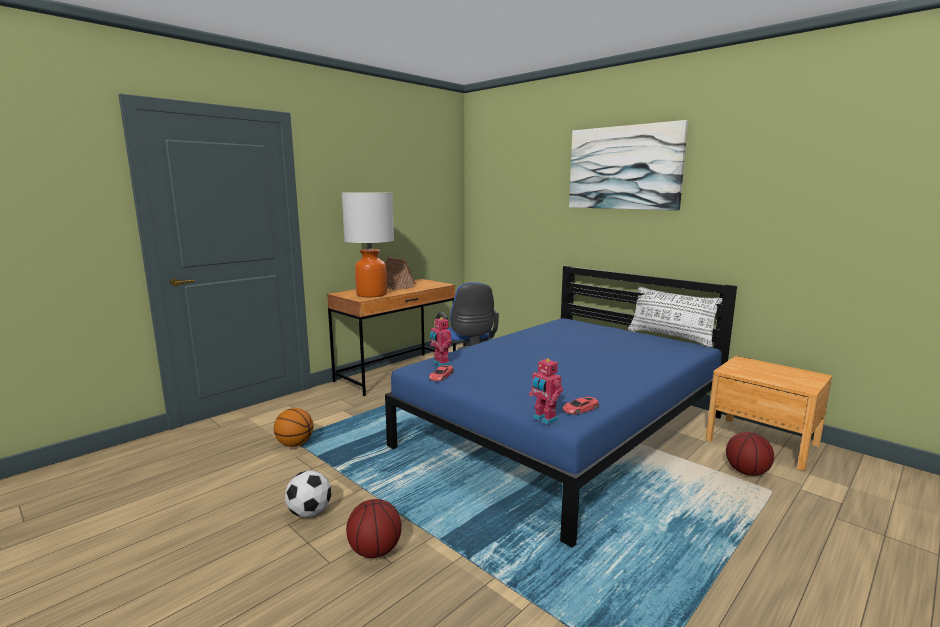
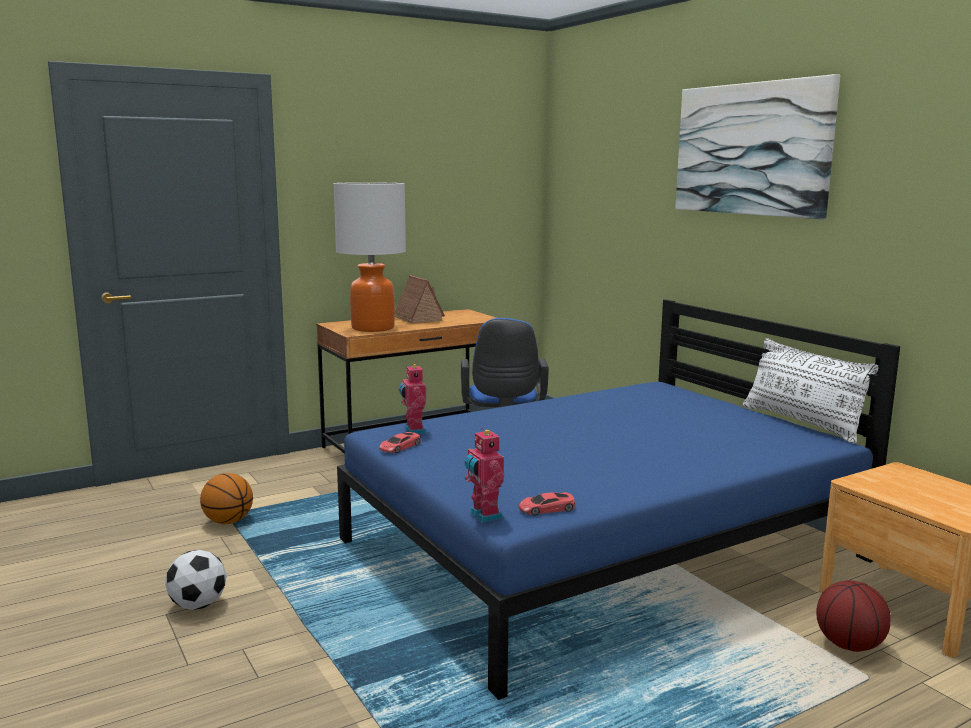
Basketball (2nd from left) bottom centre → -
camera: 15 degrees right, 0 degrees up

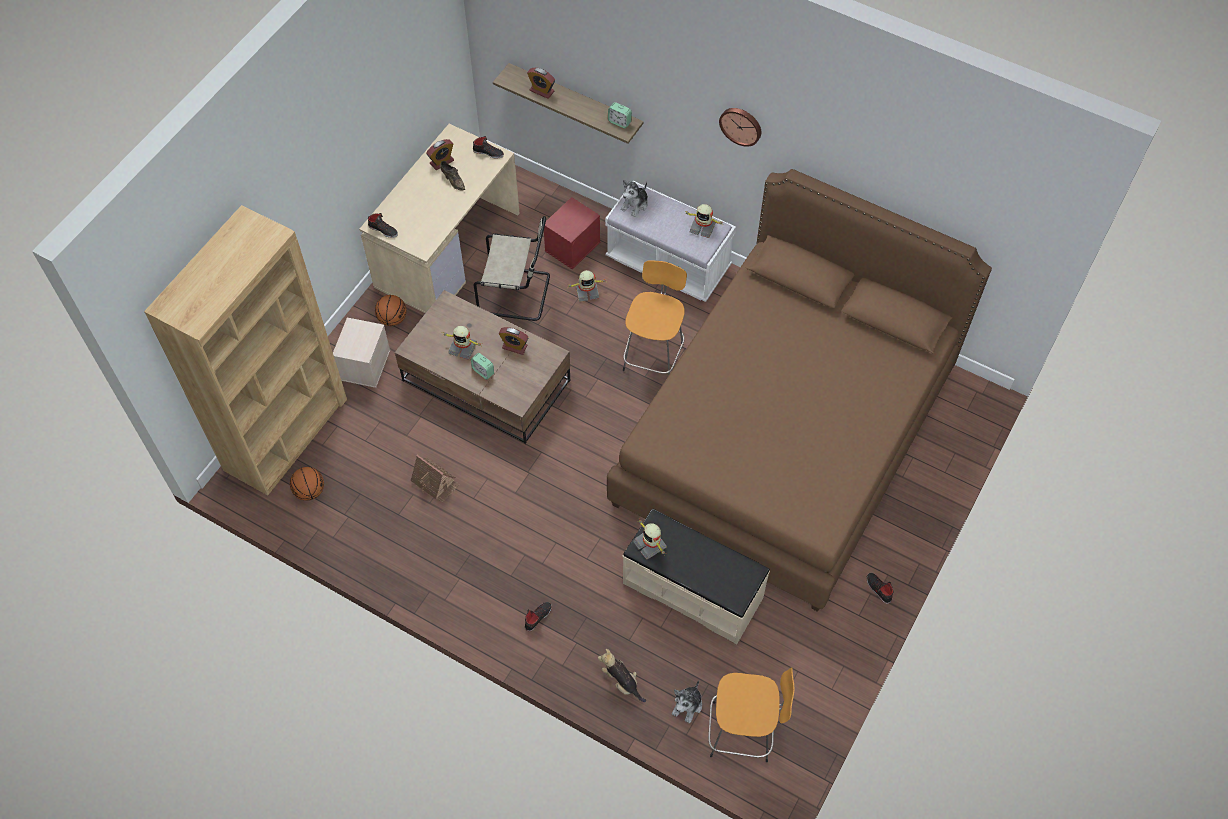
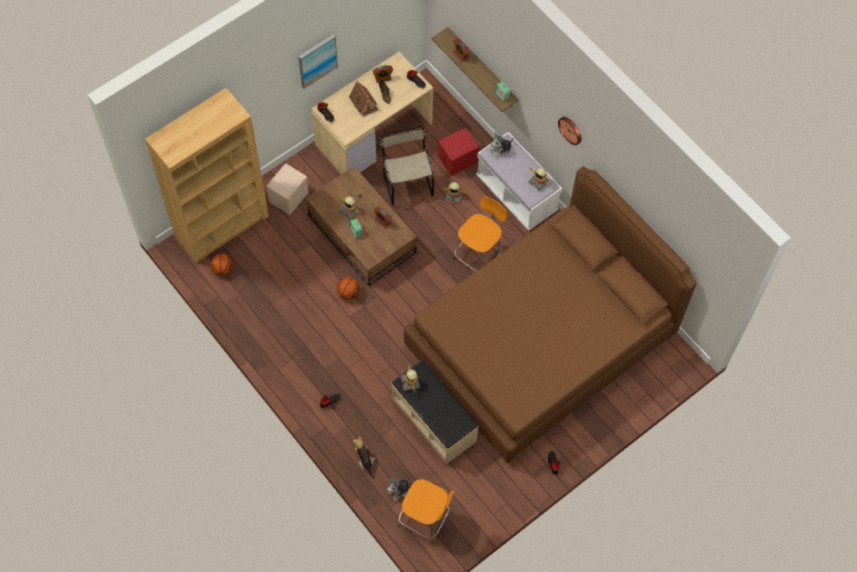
- → Bild top centre
Basketball (2nd from left) middle left → Basketball (2nd from left) centre, moved
Spielzeughaus centre → Spielzeughaus top centre, moved
Stuhl (beige) top centre, 135 degrees counterclockwise
camera: 20 degrees right, 5 degrees up

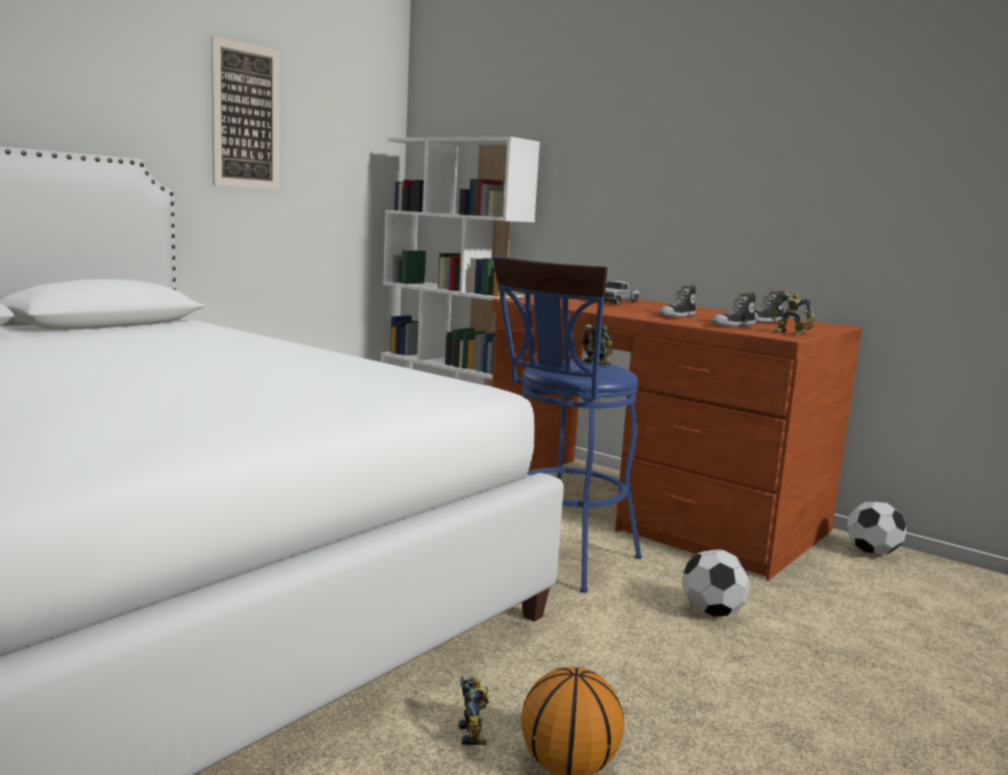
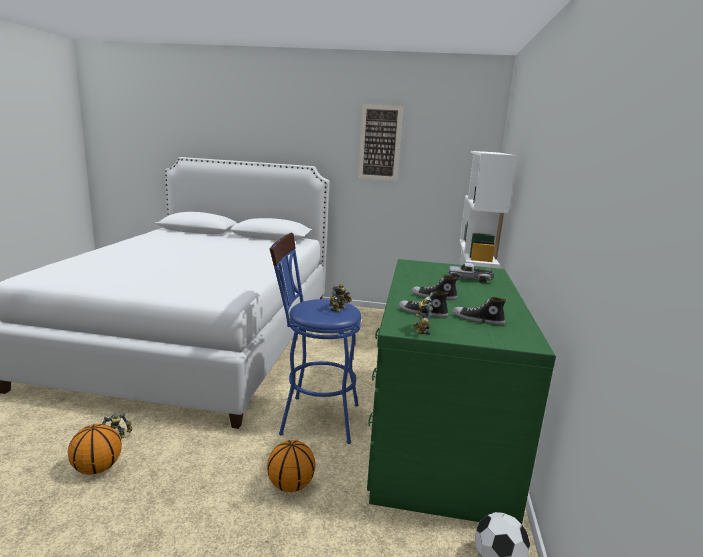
Fußball (1st from left) bottom right → Basketball (2nd from left) bottom centre
Schreibtisch (braun) middle right → Schreibtisch (grün) bottom centre
camera: 60 degrees right, 5 degrees up

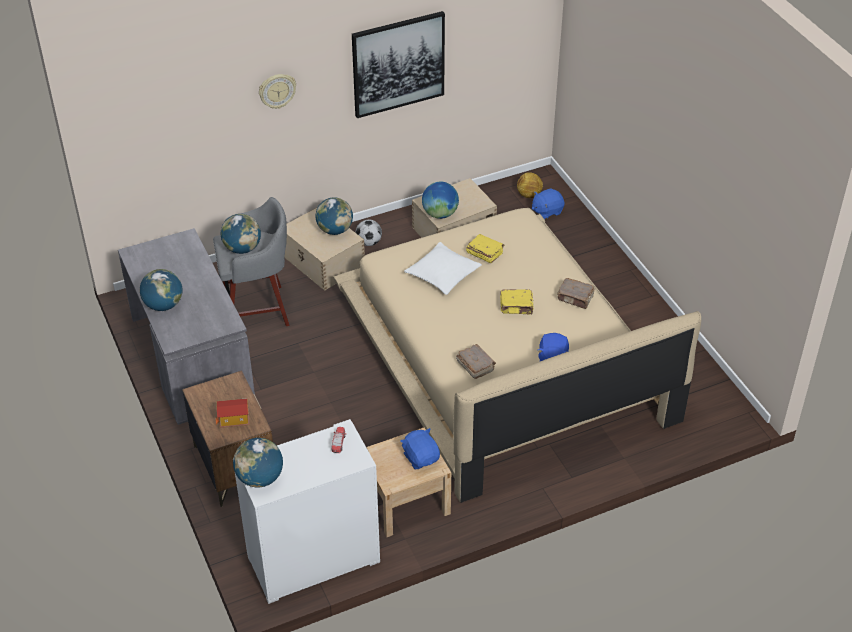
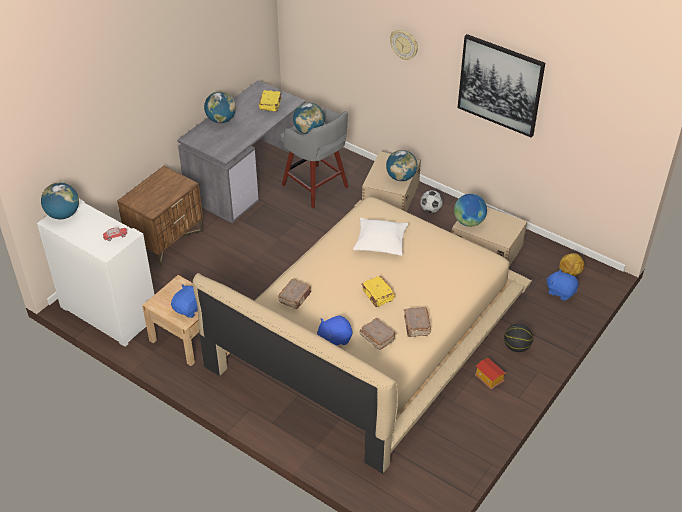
- → Buch (braun) (2nd from left) centre
- → Basketball middle right
Spielzeughaus middle left → Spielzeughaus bottom right, moved
Buch (gelb) (1st from left) centre → Buch (gelb) (1st from left) top centre, moved
camera: 60 degrees right, 0 degrees up

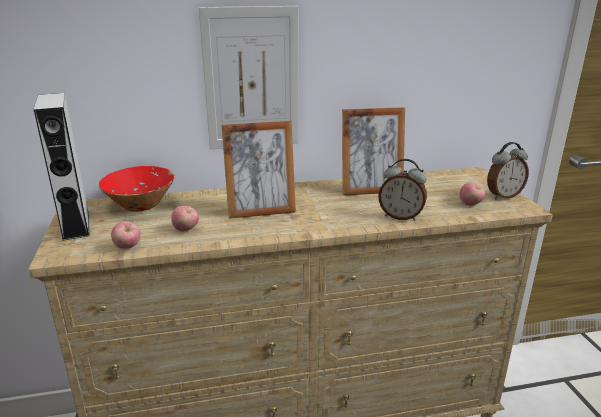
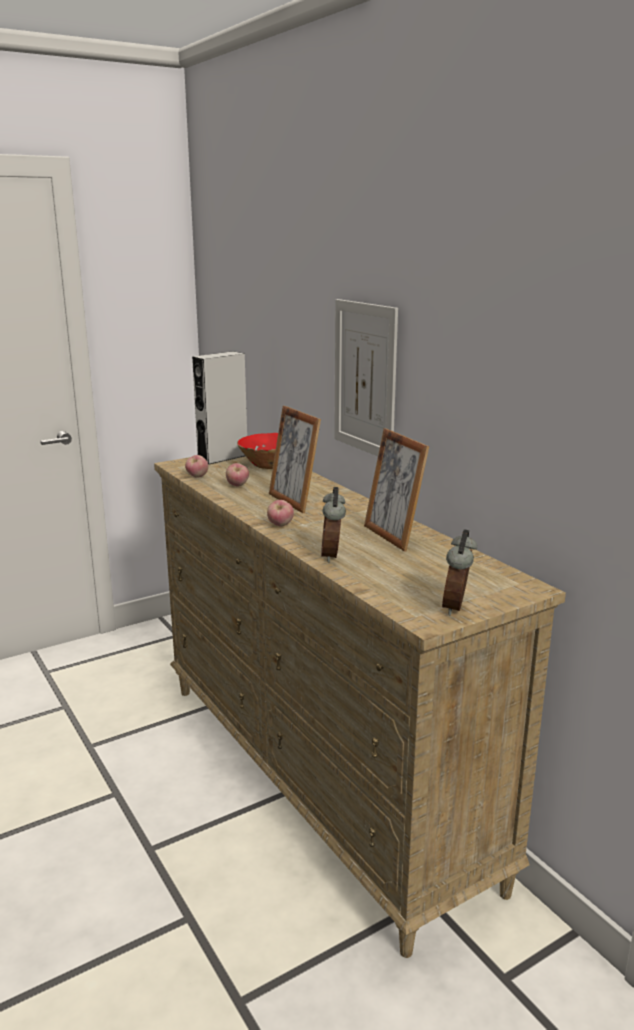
Apfel (3rd from left) middle right → Apfel (3rd from left) centre, moved
Wecker (2nd from left) middle right, 60 degrees clockwise
camera: 70 degrees right, 5 degrees down

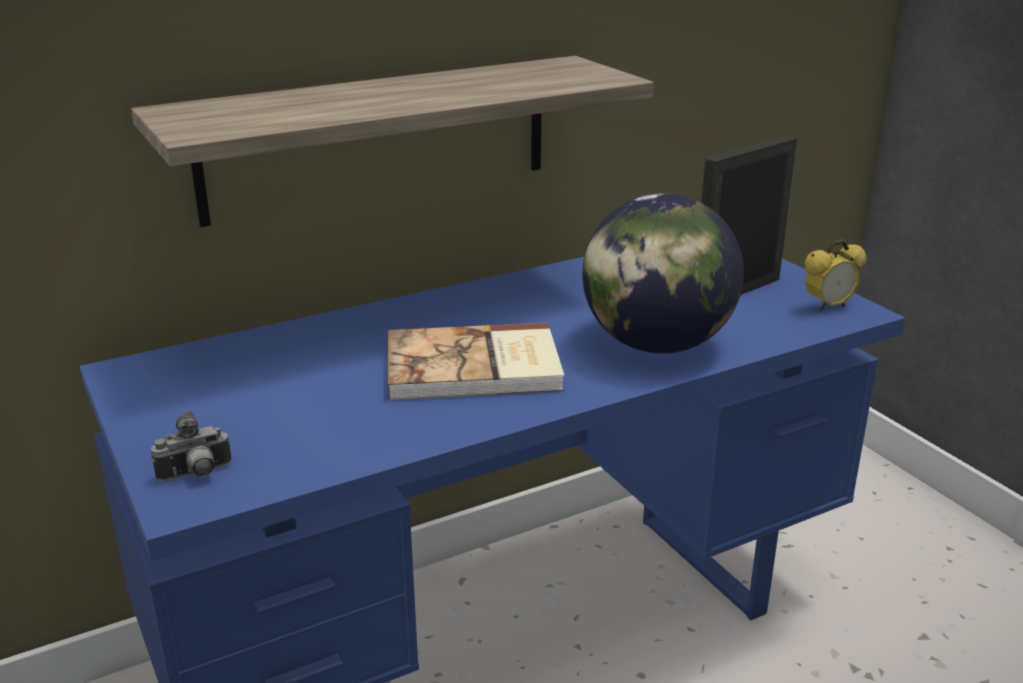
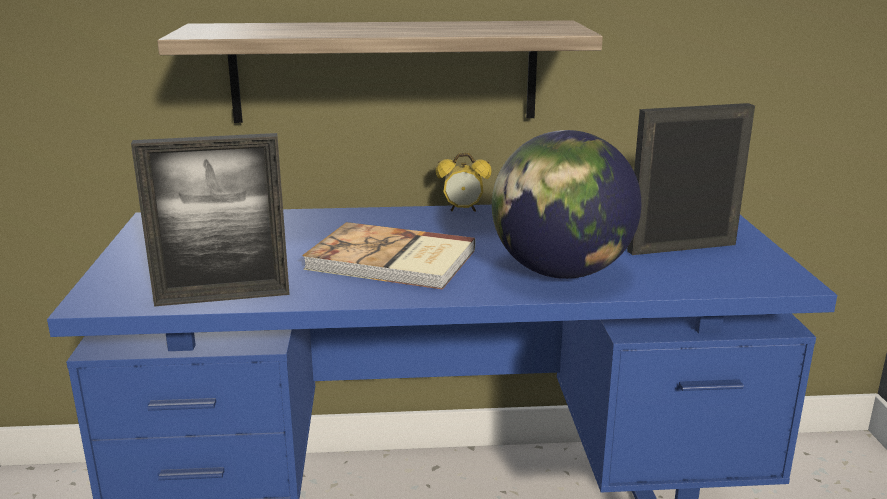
Kamera middle left → -
- → Bilderrahmen (1st from left) middle left
Wecker middle right → Wecker centre, moved
camera: 25 degrees right, 5 degrees down

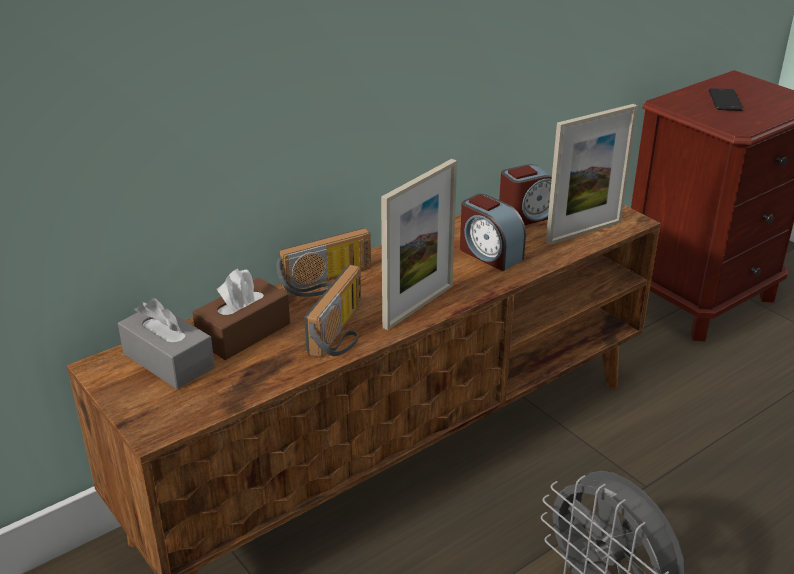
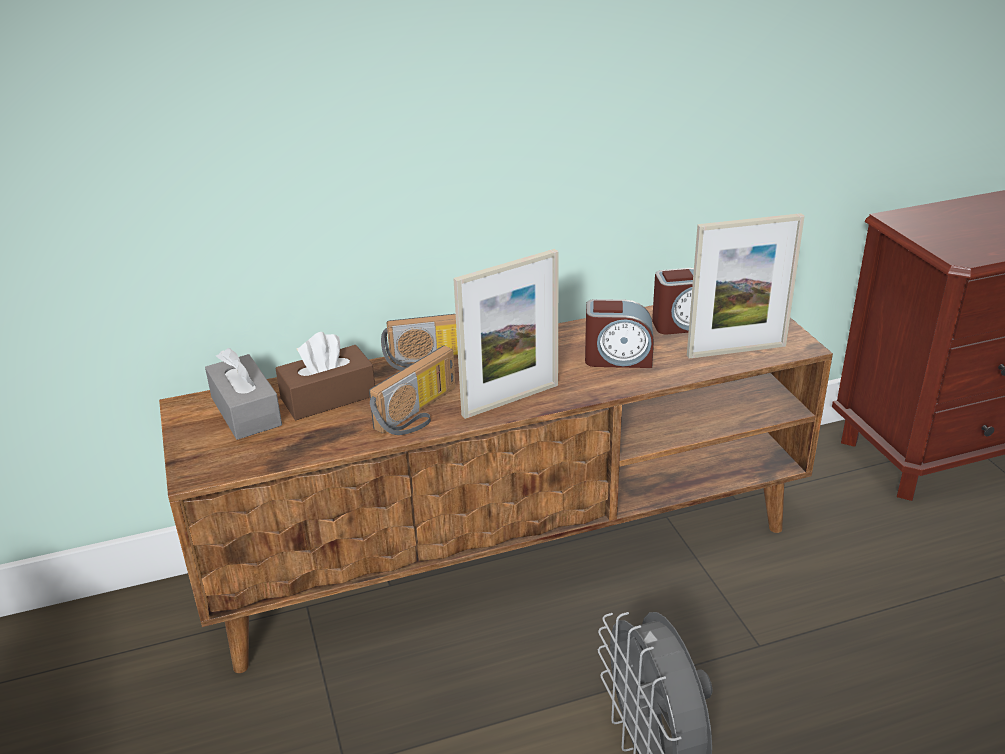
Handy top right → -
Wecker (1st from left) centre, 60 degrees counterclockwise
camera: 20 degrees right, 0 degrees up

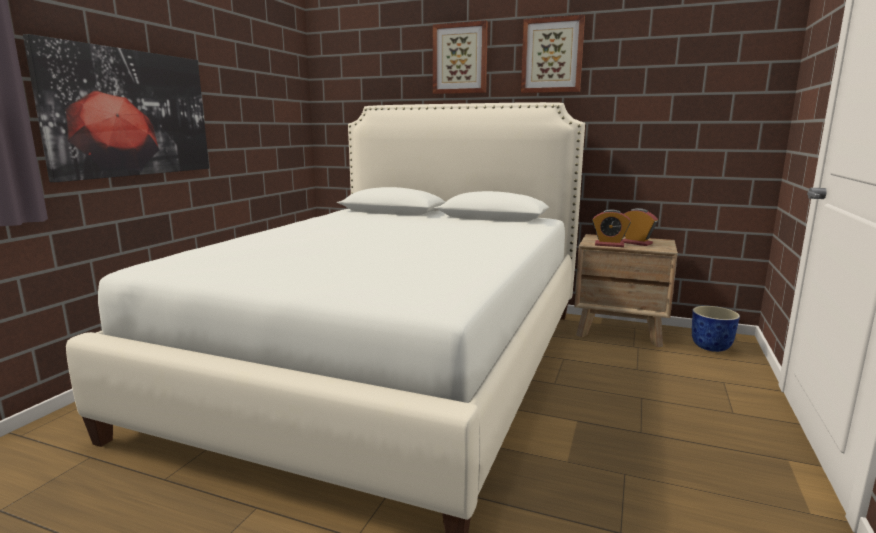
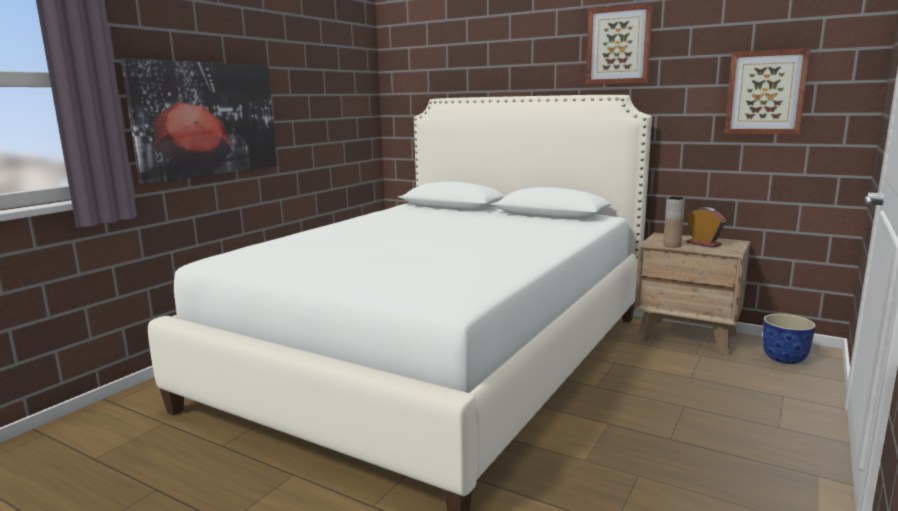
Bild (2nd from left in the first image) top centre → Bild (3rd from left) top right, moved
Wecker (1st from left) middle right → Vase (braun) middle right
camera: 10 degrees right, 0 degrees up

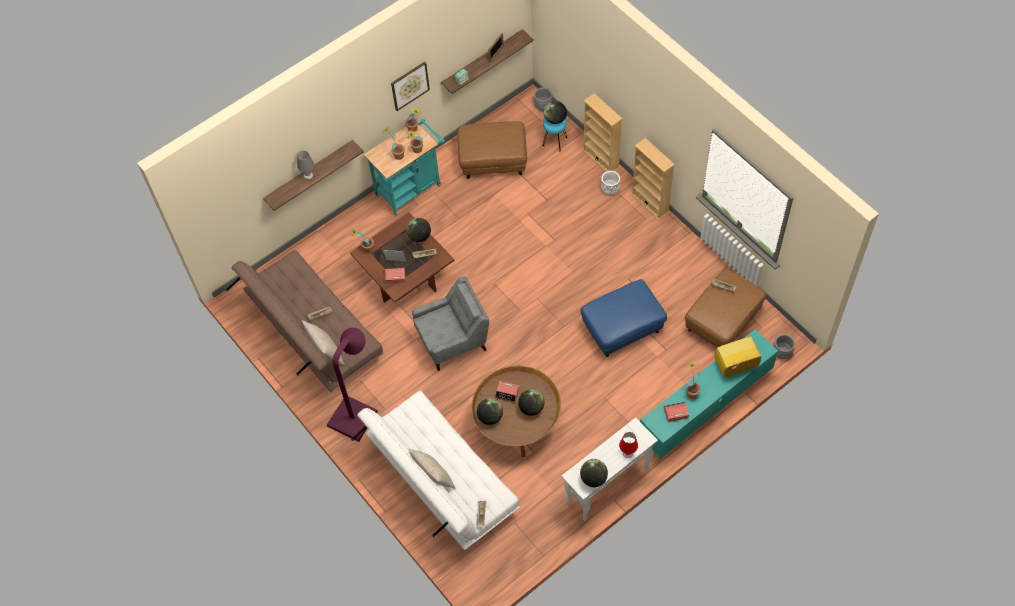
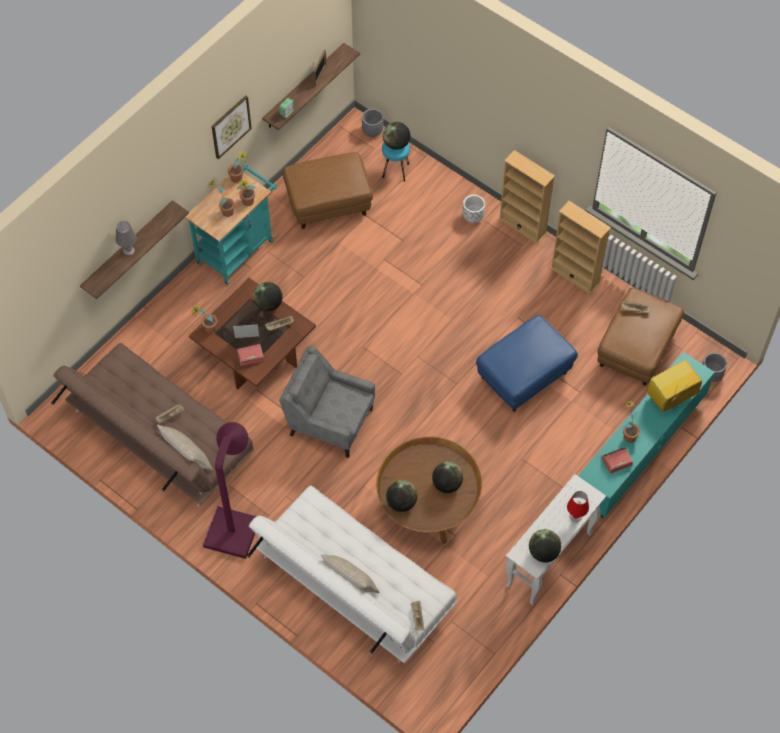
Wecker (3rd from left) centre → -
Bücherregal (beige) (1st from left in the first image) top centre → Bücherregal (beige) (2nd from left) middle right, moved
Sessel (grau) centre, 120 degrees counterclockwise
camera: 15 degrees left, 0 degrees up

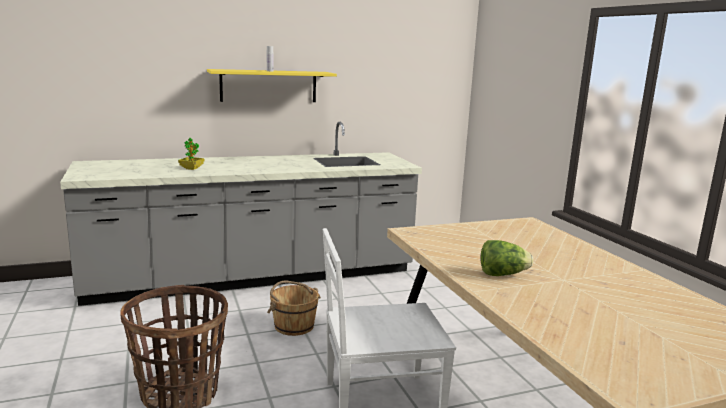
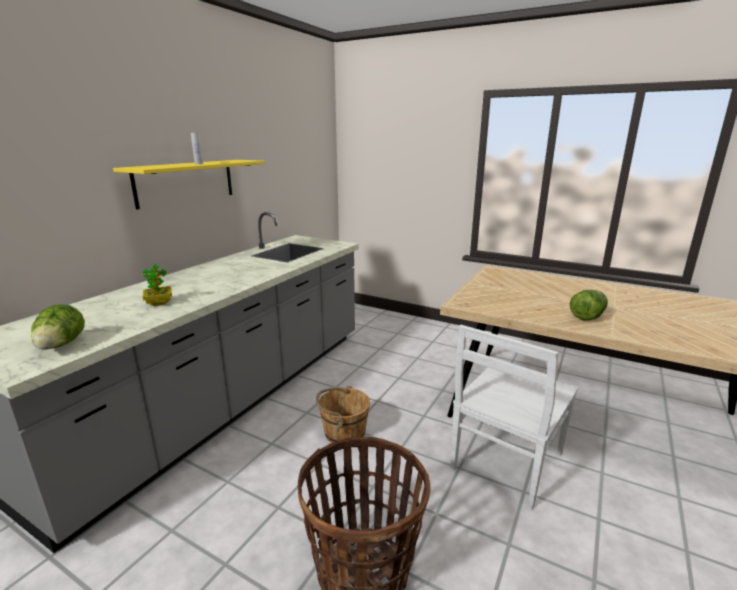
- → Salatkopf (1st from left) middle left
camera: 40 degrees left, 5 degrees up

